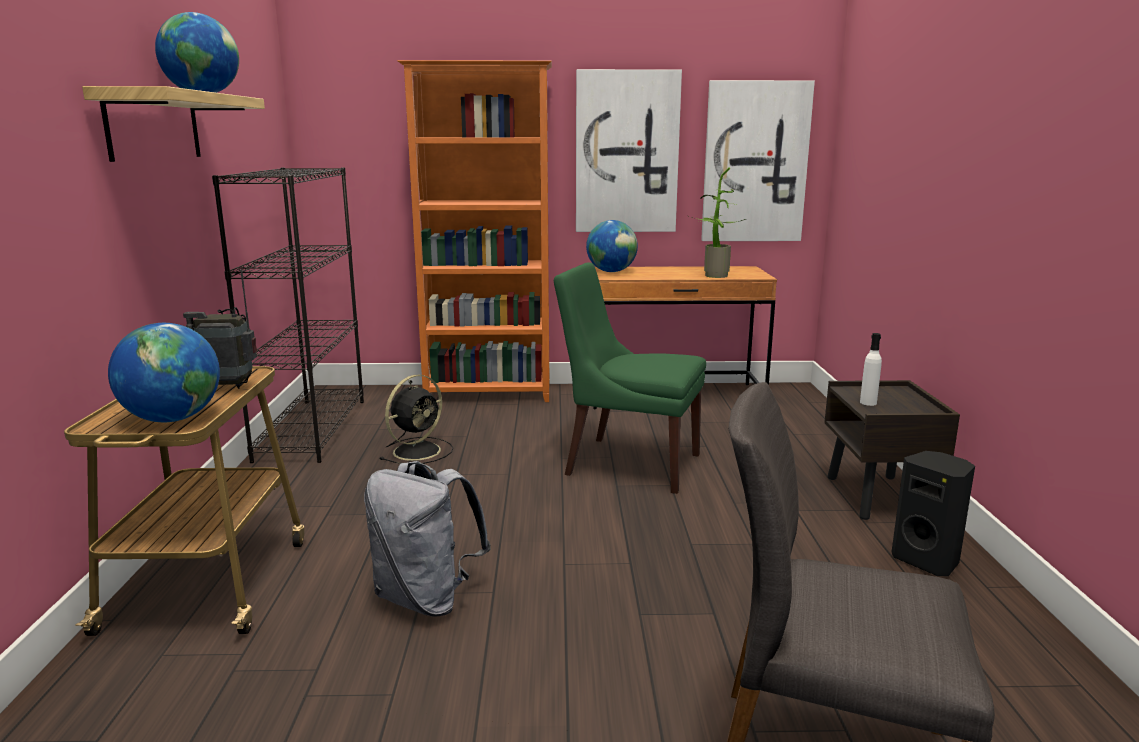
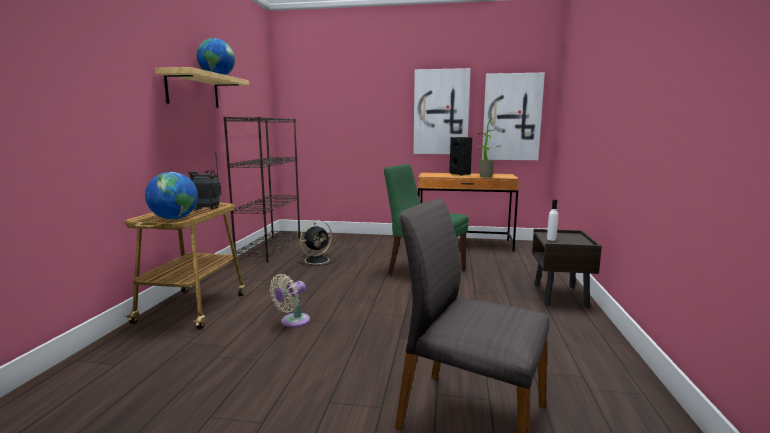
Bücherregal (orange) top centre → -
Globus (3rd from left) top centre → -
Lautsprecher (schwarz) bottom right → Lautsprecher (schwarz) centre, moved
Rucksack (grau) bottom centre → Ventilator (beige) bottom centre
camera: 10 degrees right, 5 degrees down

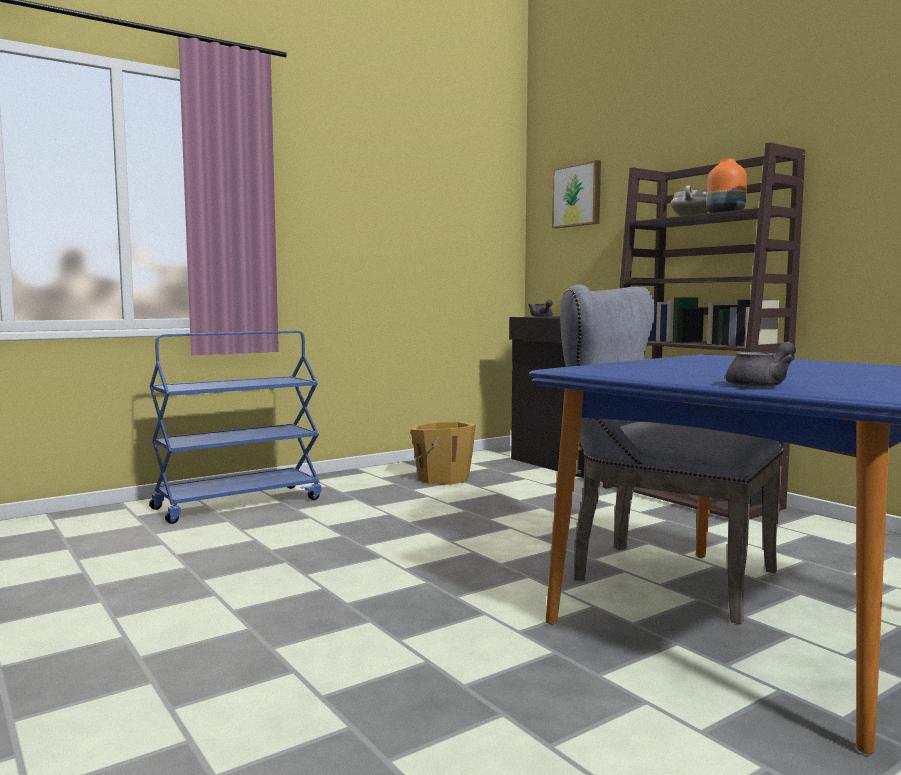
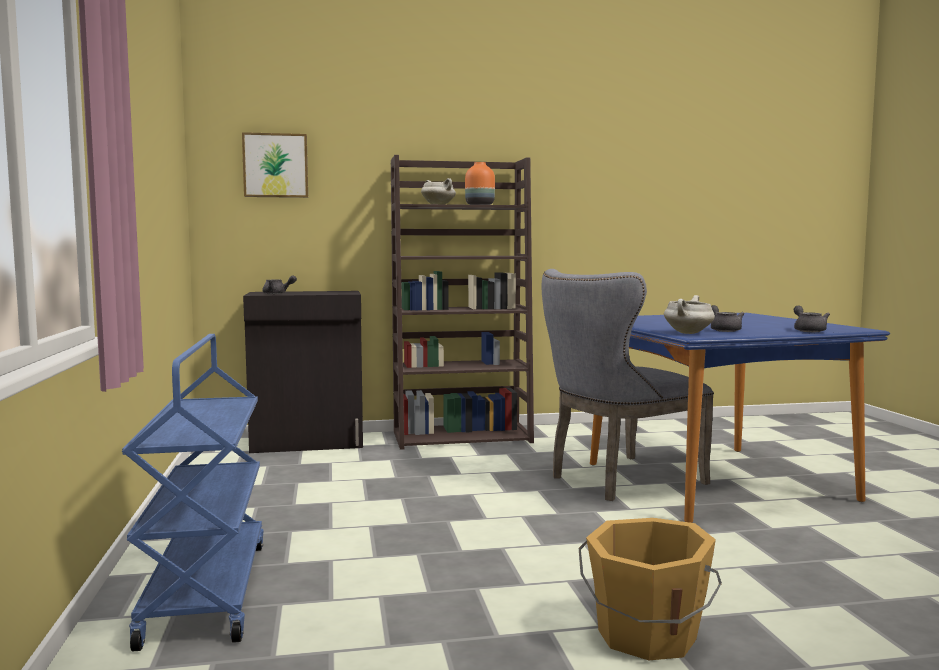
- → Kochtopf (weiß) (2nd from left) middle right
- → Teekanne (grau) (2nd from left) middle right
Eimer (orange) centre → Eimer (orange) bottom right, moved
camera: 65 degrees left, 0 degrees up

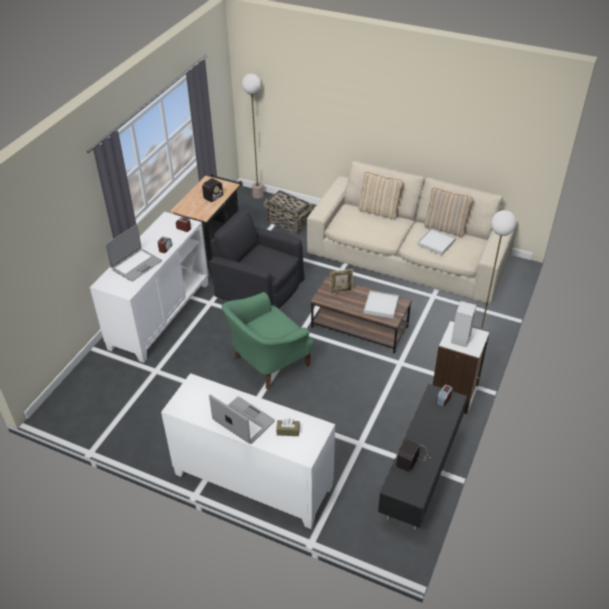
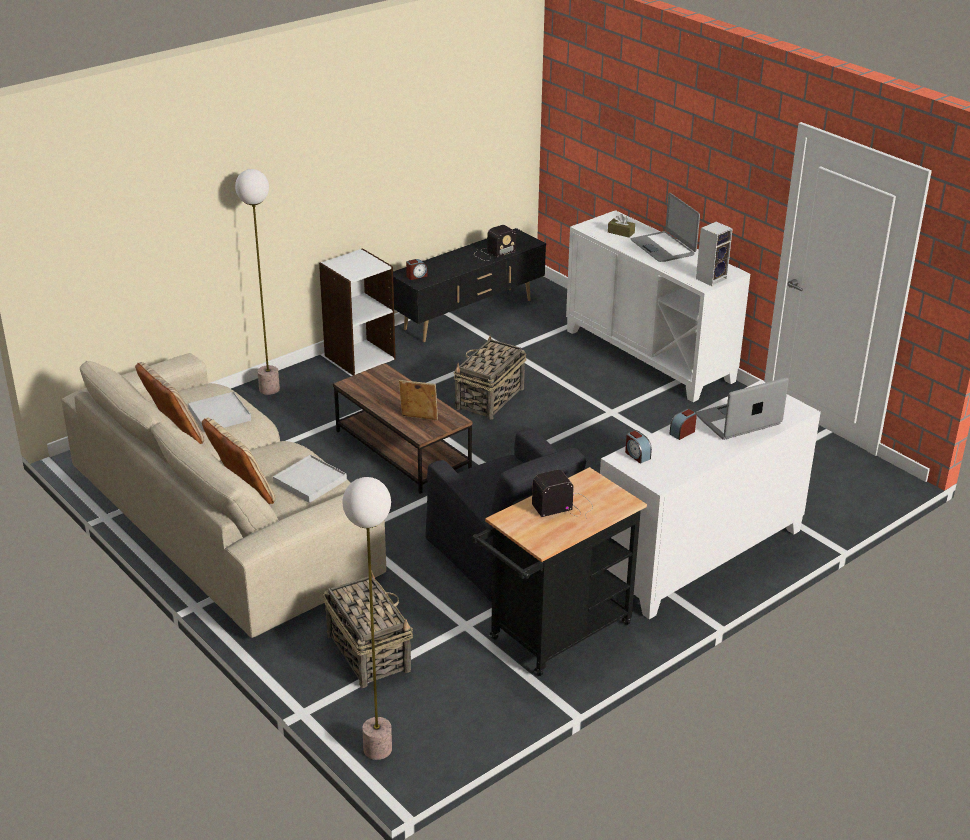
Sessel (grün) centre → -
- → Korb (2nd from left) centre
Tablett (weiß) (1st from left in the first image) centre → Tablett (weiß) (2nd from left) middle left, moved
Lautsprecher middle right → Lautsprecher top right, moved
camera: 155 degrees left, 10 degrees down

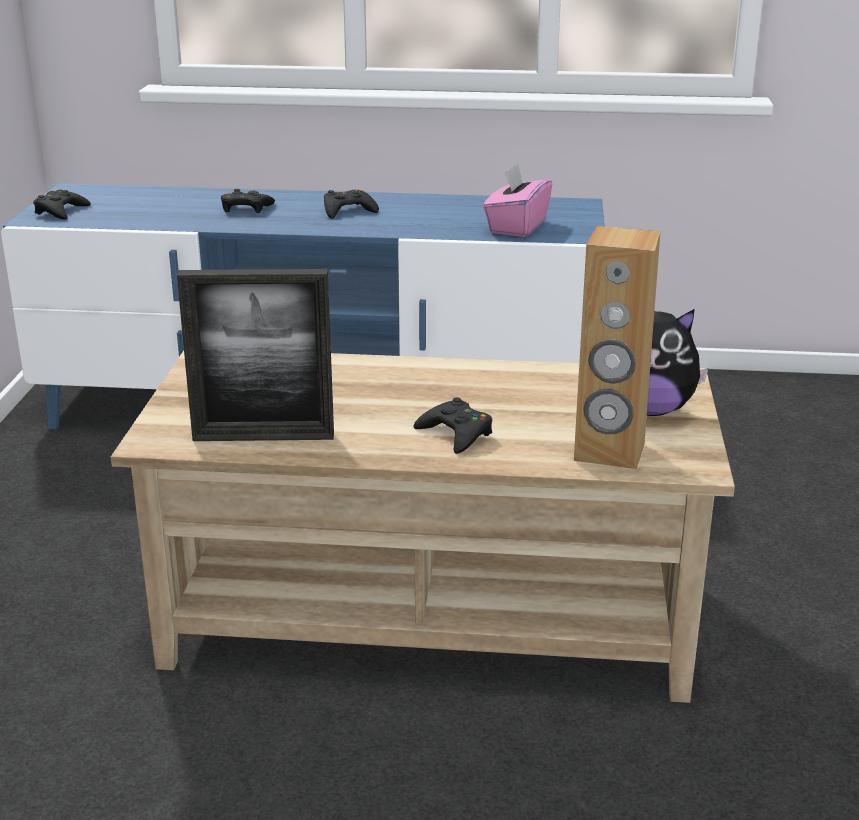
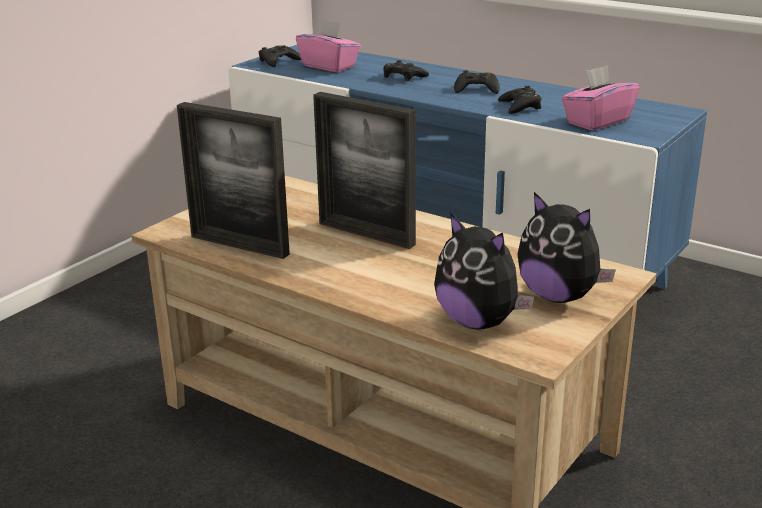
- → Taschentuchbox (rosa) (1st from left) top centre
- → Bilderrahmen (2nd from left) centre
Gamepad (schwarz) (4th from left) centre → Gamepad (schwarz) (4th from left) top right, moved
Lautsprecher (braun) middle right → Plüschtier (1st from left) centre
camera: 30 degrees right, 0 degrees up

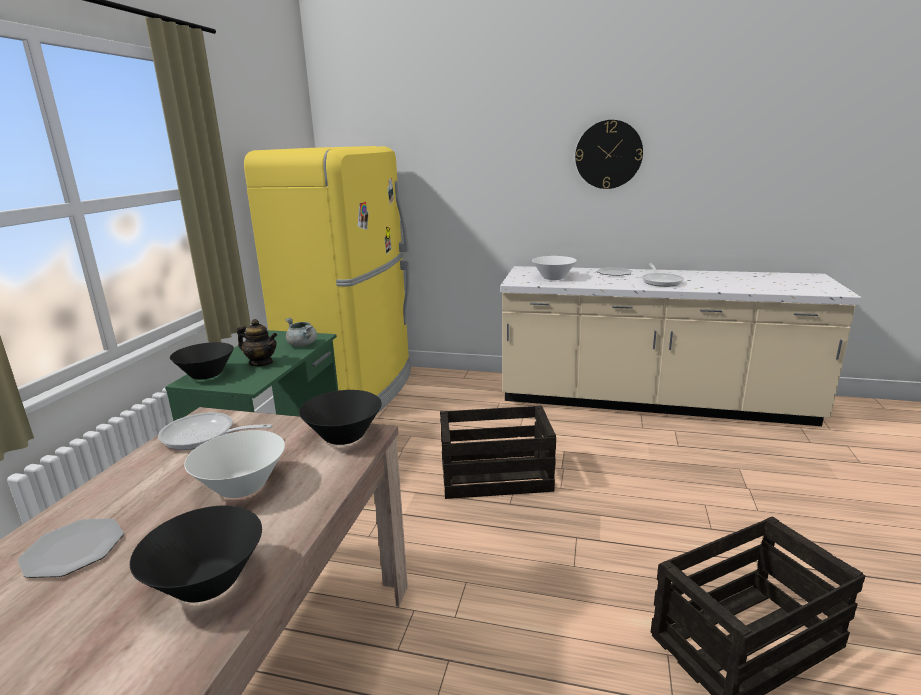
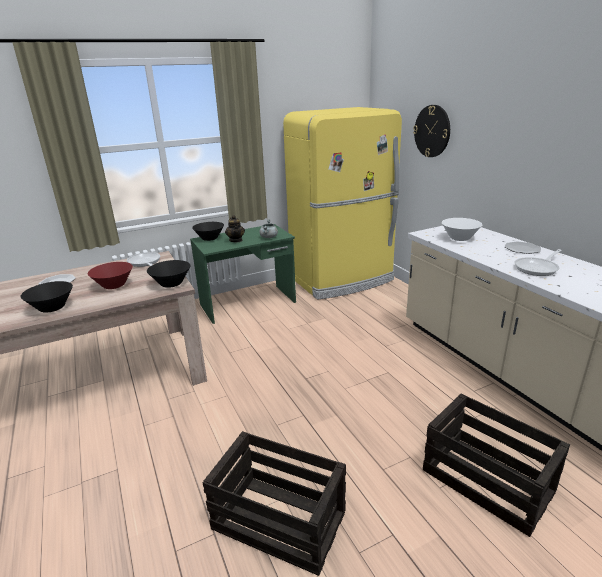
Kiste (1st from left in the first image) centre → Kiste (2nd from left) bottom right, moved
Wanduhr top centre → Wanduhr top right, moved
Schüssel (weiß) (1st from left) bottom left → Schüssel (rot) middle left
camera: 50 degrees right, 5 degrees up

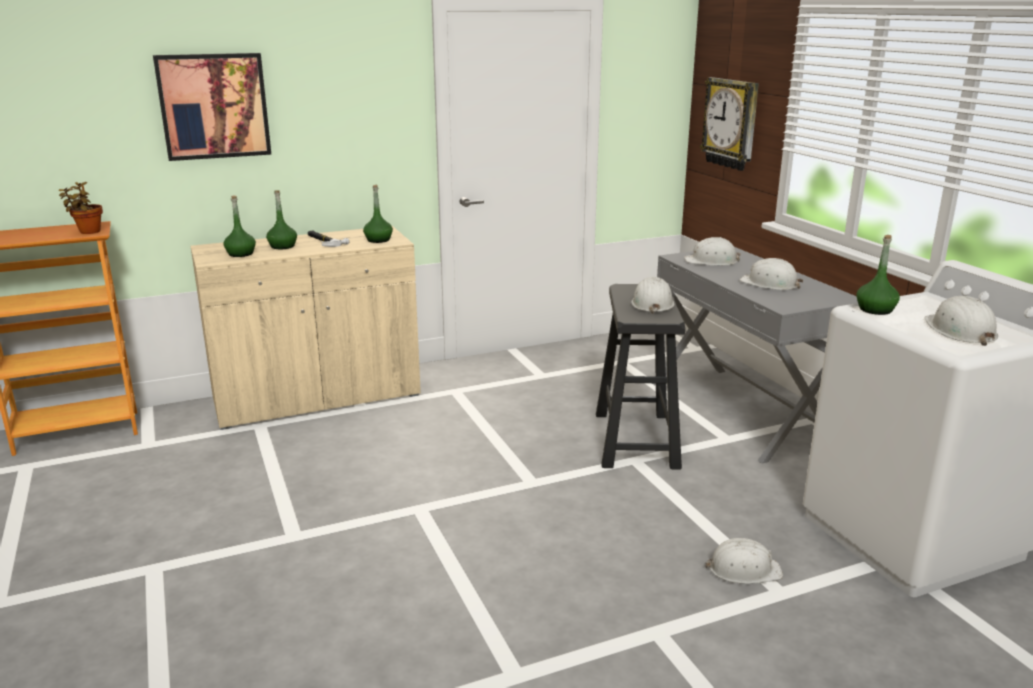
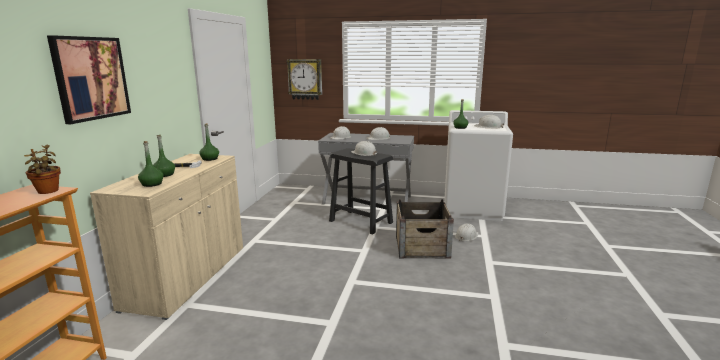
- → Kiste centre
camera: 55 degrees left, 5 degrees down

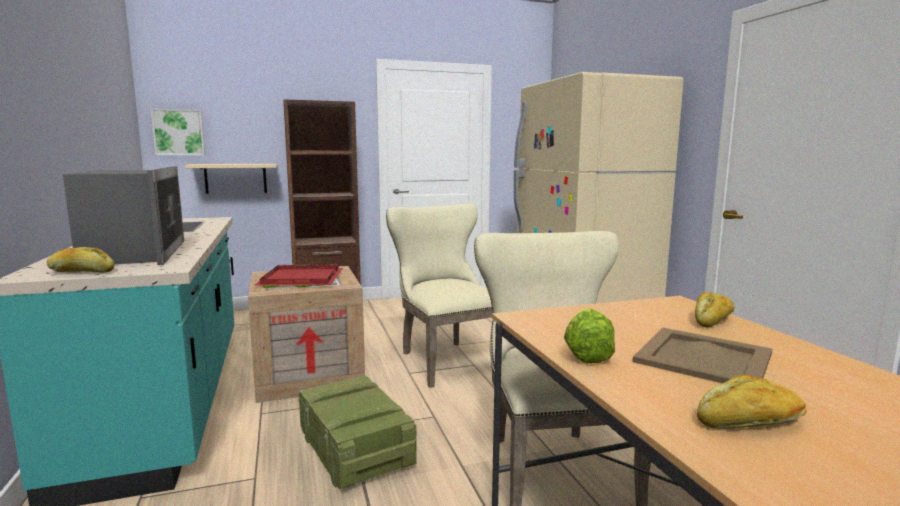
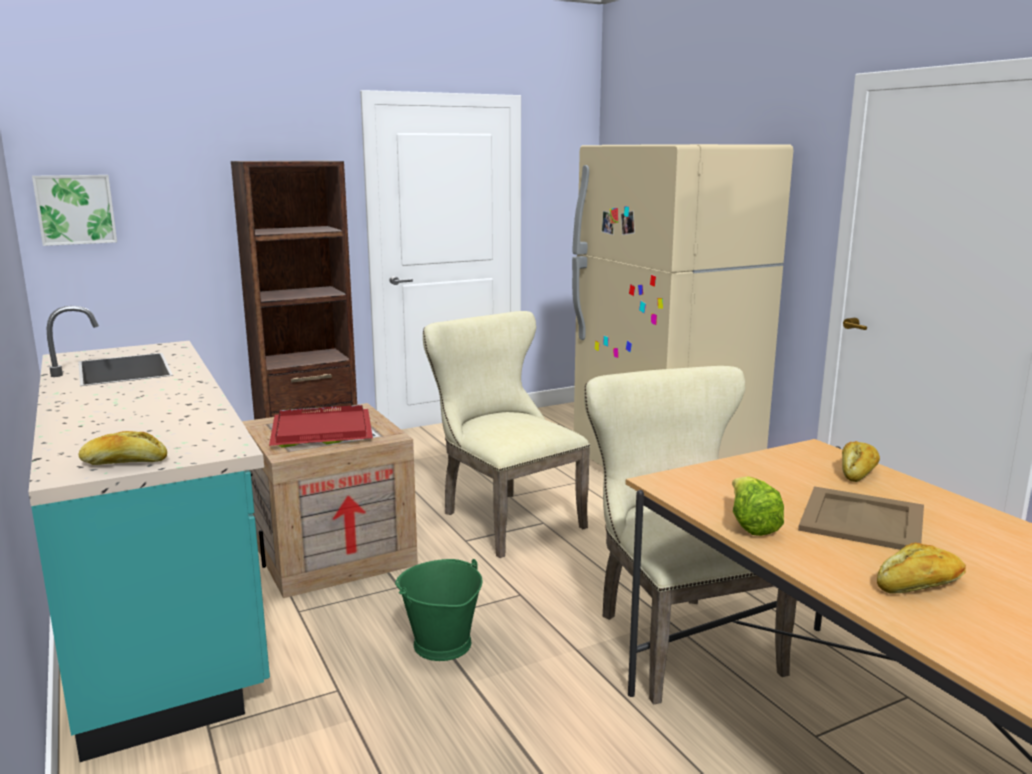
Mikrowelle middle left → -
Wandregal (beige) middle left → -
Kiste (2nd from left) bottom centre → Eimer (grün) bottom centre
camera: 10 degrees left, 5 degrees up

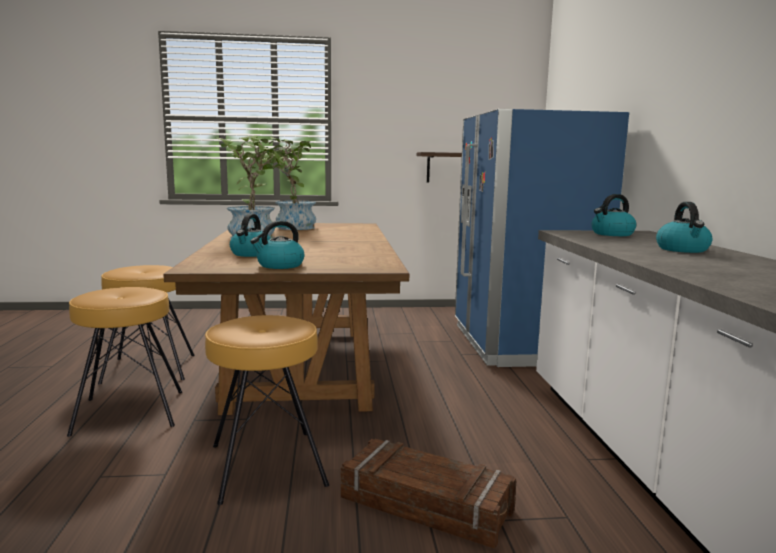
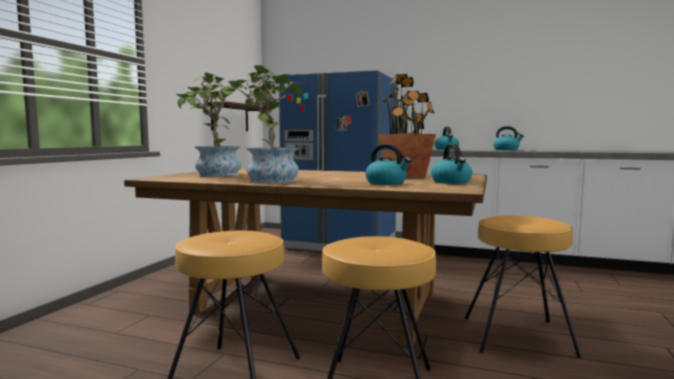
Kiste bottom centre → -
- → Topfpflanze (3rd from left) top centre
camera: 65 degrees left, 5 degrees down

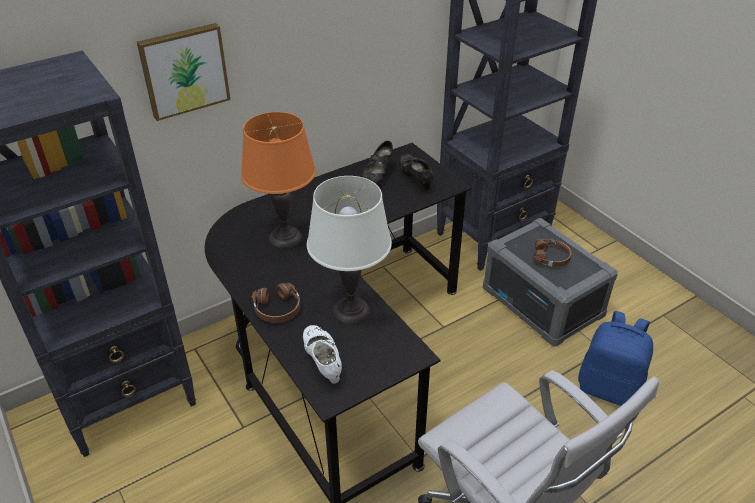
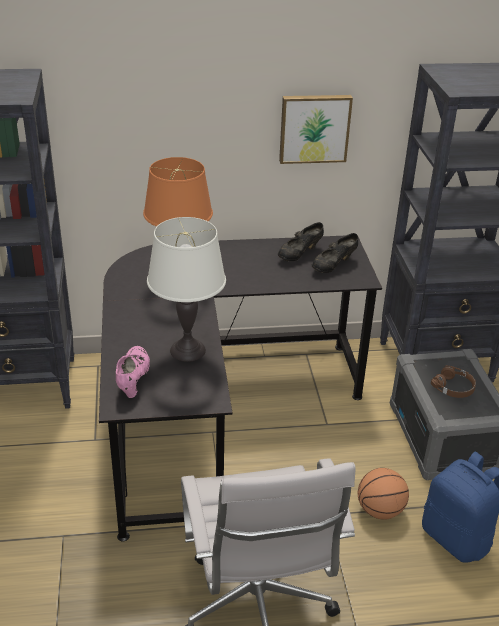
Kopfhörer (braun) (1st from left) centre → -
- → Basketball bottom right
Bild top left → Bild top centre, moved
Schuh (weiß) bottom centre → Schuh (rosa) middle left
Schuh (schwarz) (2nd from left) centre → Schuh (schwarz) (2nd from left) middle right, 135 degrees counterclockwise
camera: 25 degrees right, 5 degrees down

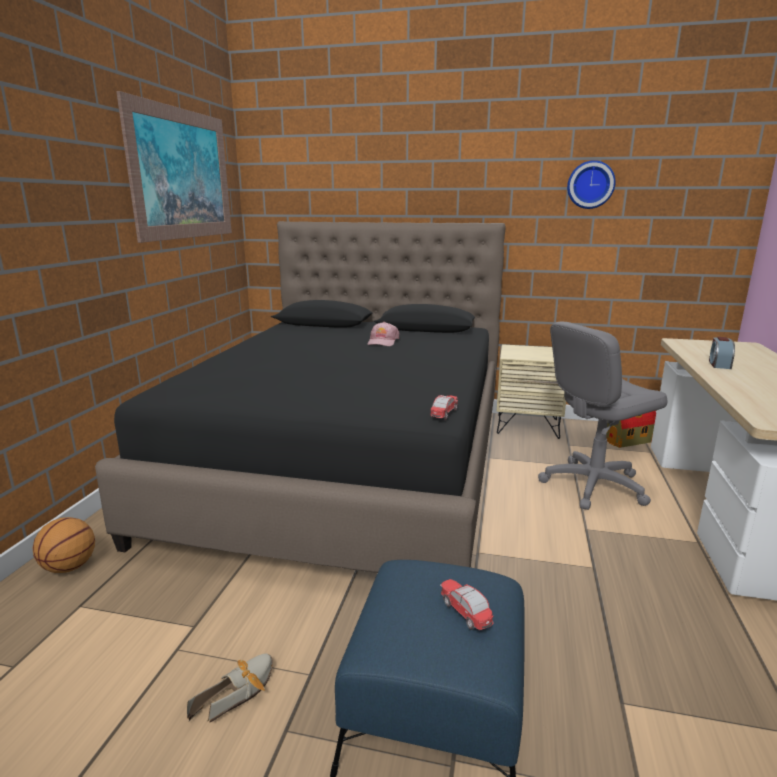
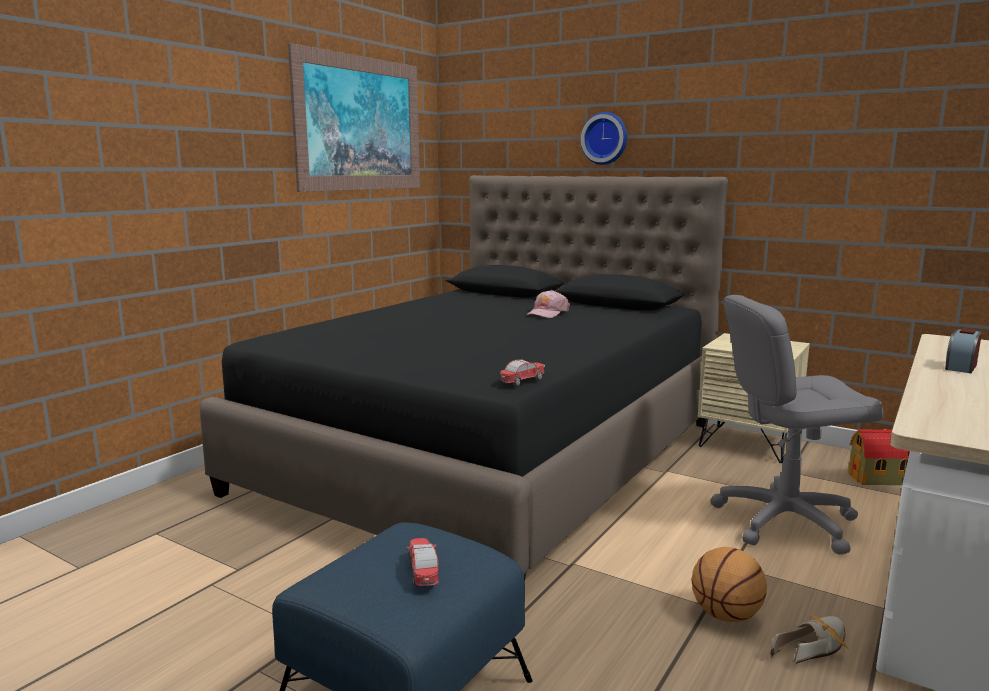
Basketball bottom left → Basketball bottom right, moved
Schuh bottom left → Schuh bottom right, moved
Wanduhr top right → Wanduhr top centre, moved
camera: 20 degrees right, 5 degrees down

